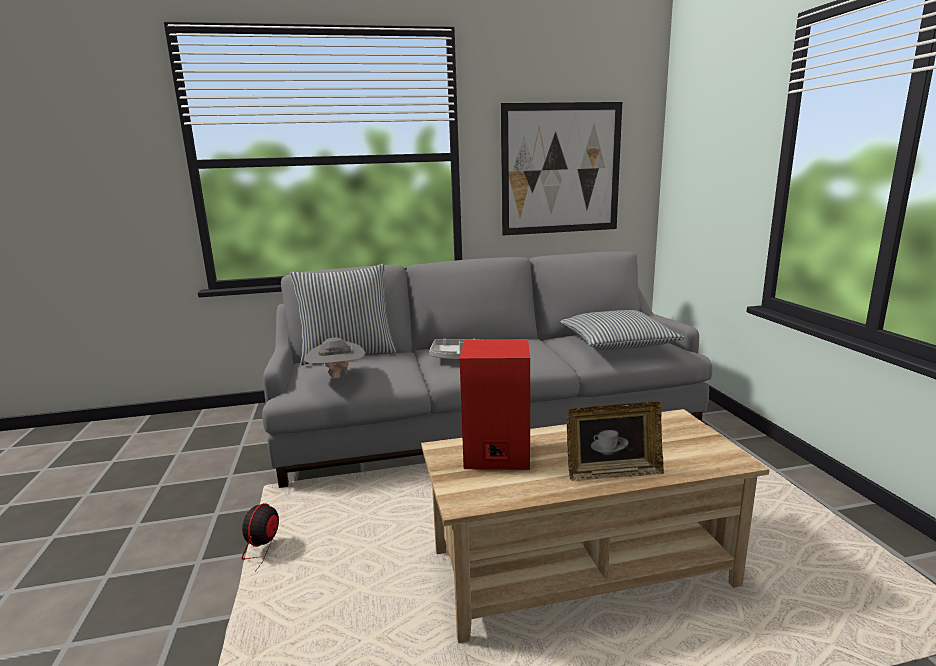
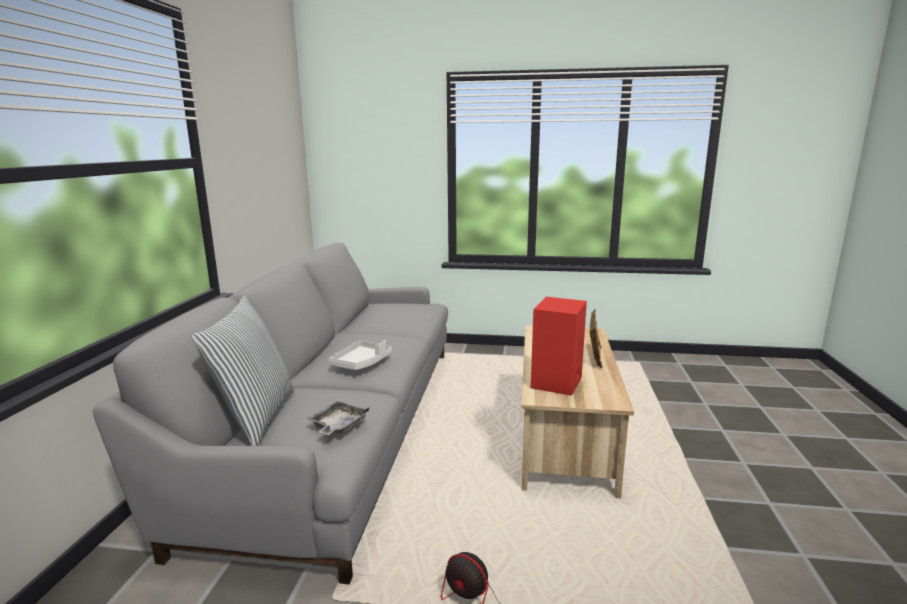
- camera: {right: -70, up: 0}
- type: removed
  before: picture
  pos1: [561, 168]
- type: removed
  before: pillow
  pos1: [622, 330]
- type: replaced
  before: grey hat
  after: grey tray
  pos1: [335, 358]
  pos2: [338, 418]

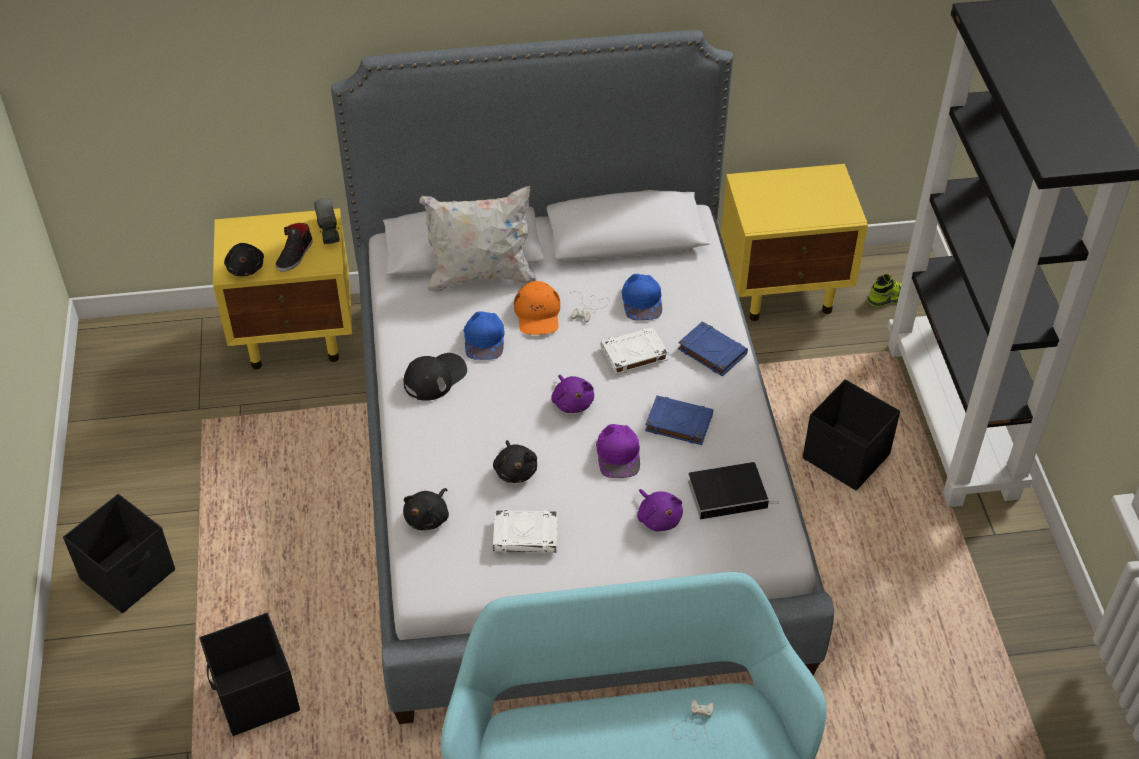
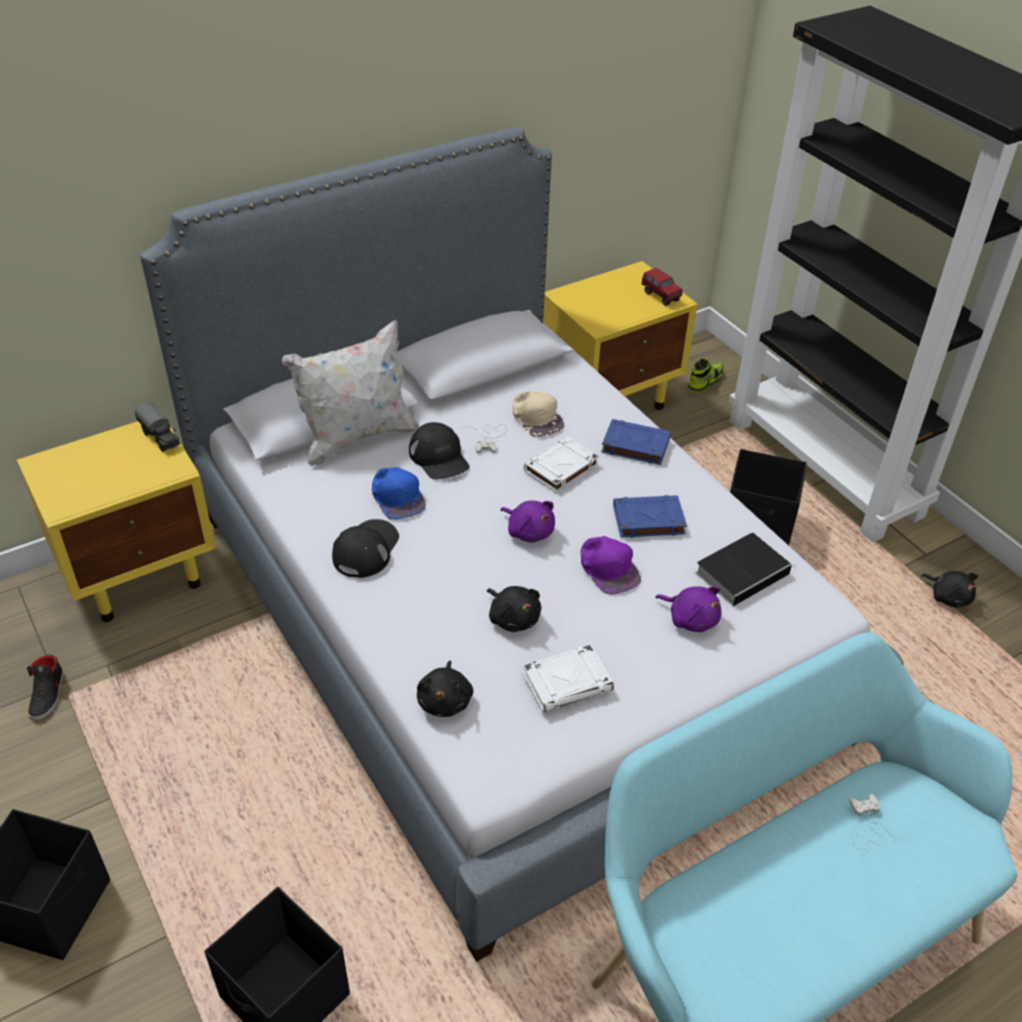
- camera: {right: -25, up: -5}
- type: added
  after: toy truck
  pos2: [662, 287]
- type: moved
  before: black plush toy
  pos1: [244, 259]
  pos2: [949, 589]
- type: moved
  before: black shoe
  pos1: [294, 247]
  pos2: [45, 687]
- type: recoloured
  before: orange cap
  after: black cap
  pos1: [537, 308]
  pos2: [439, 451]
- type: recoloured
  before: blue cap
  after: beige cap
  pos1: [641, 297]
  pos2: [538, 414]

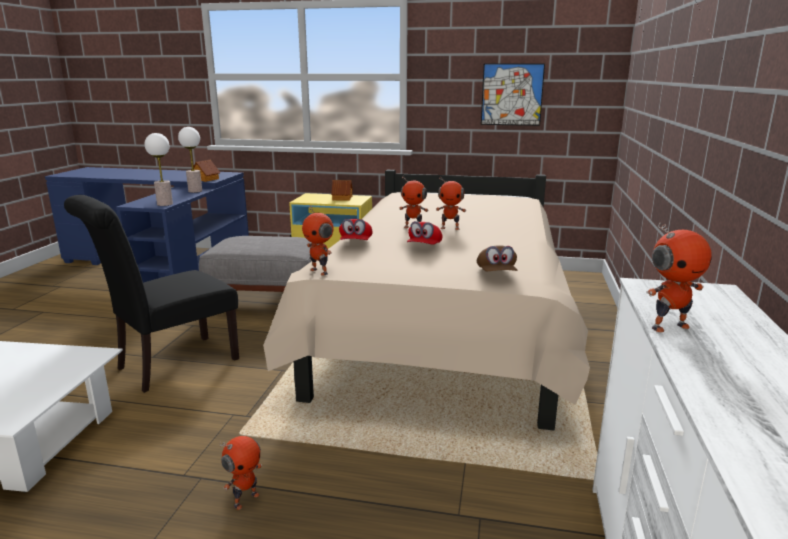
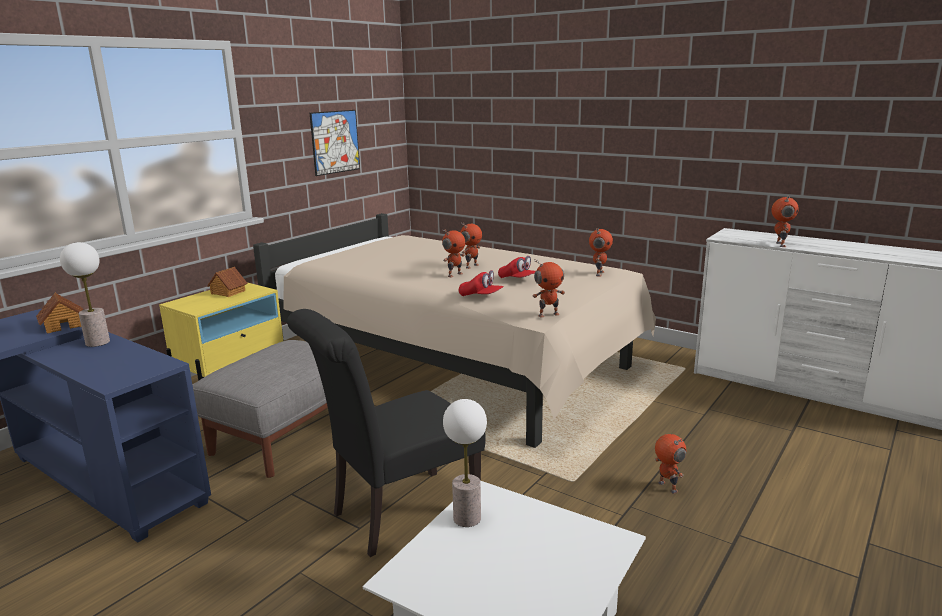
- camera: {right: -65, up: 0}
- type: moved
  before: table lamp
  pos1: [159, 169]
  pos2: [465, 463]
- type: replaced
  before: brown cap
  after: toy robot
  pos1: [497, 258]
  pos2: [601, 252]
- type: turned
  before: black chair
  pos1: [151, 294]
  pos2: [386, 433]
  turn: 75

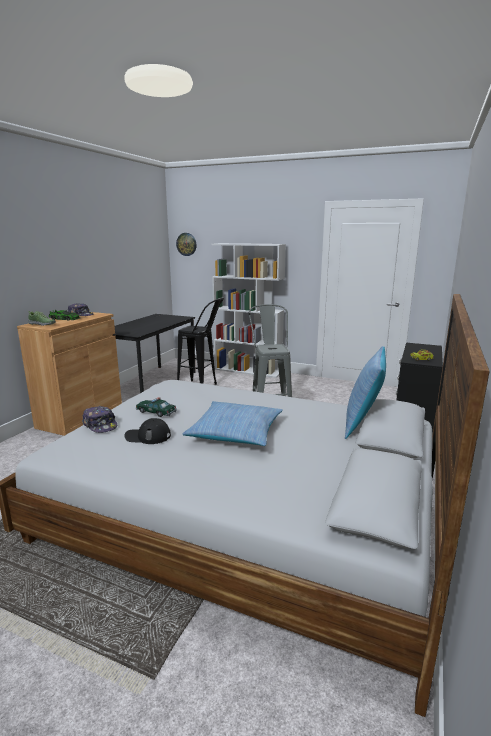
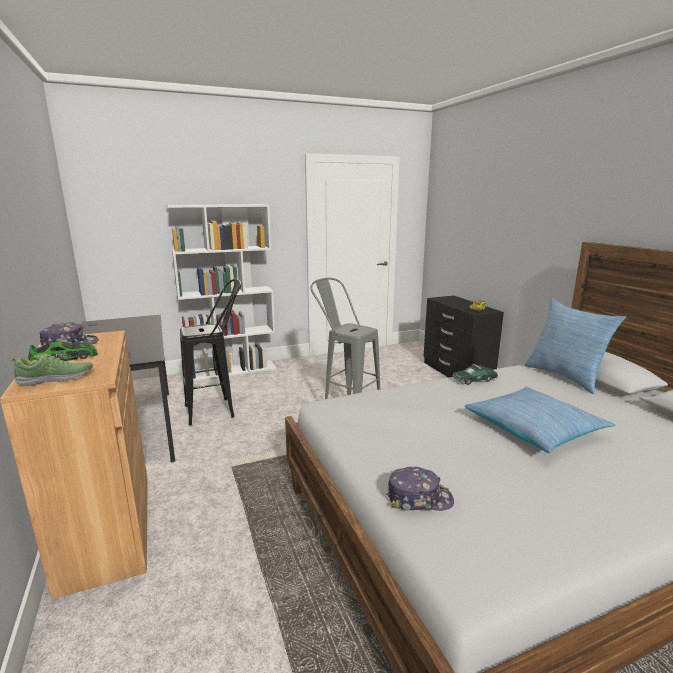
- camera: {right: -45, up: 0}
- type: removed
  before: black cap
  pos1: [147, 431]
- type: removed
  before: wall clock
  pos1: [186, 244]
- type: moved
  before: toy car
  pos1: [156, 407]
  pos2: [475, 374]

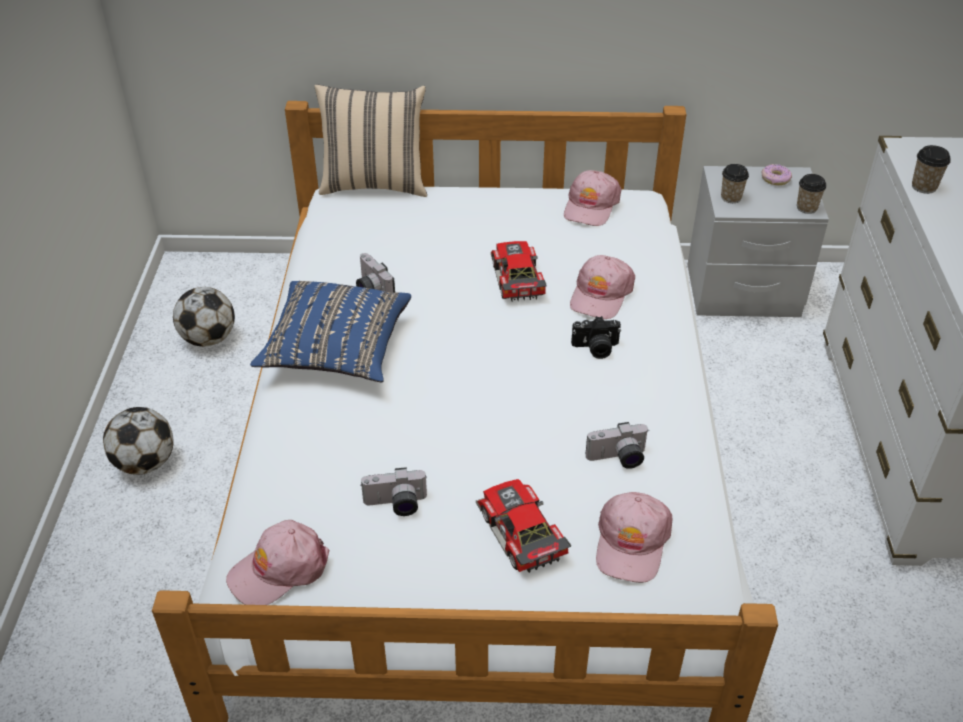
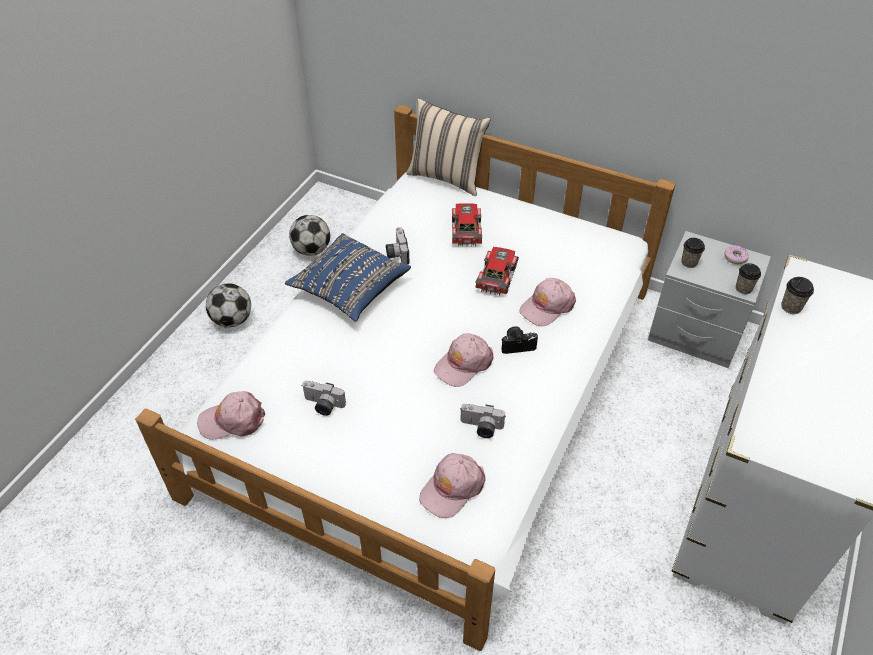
- camera: {right: 25, up: 5}
- type: moved
  before: toy car
  pos1: [523, 526]
  pos2: [467, 225]
- type: moved
  before: pink cap
  pos1: [592, 198]
  pos2: [463, 360]
- type: turned
  before: photo camera
  pos1: [596, 337]
  pos2: [519, 340]
  turn: 150

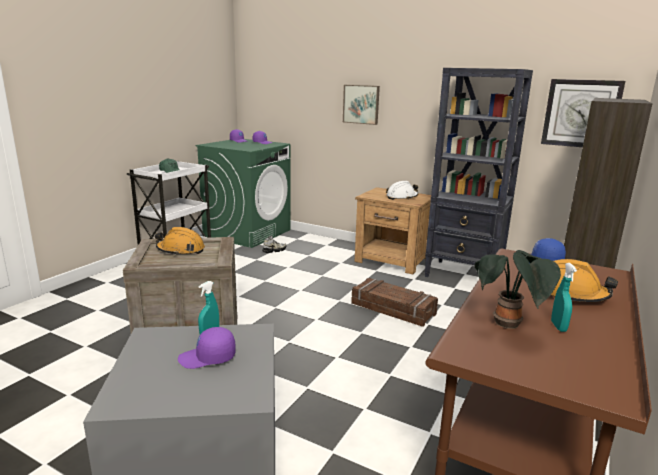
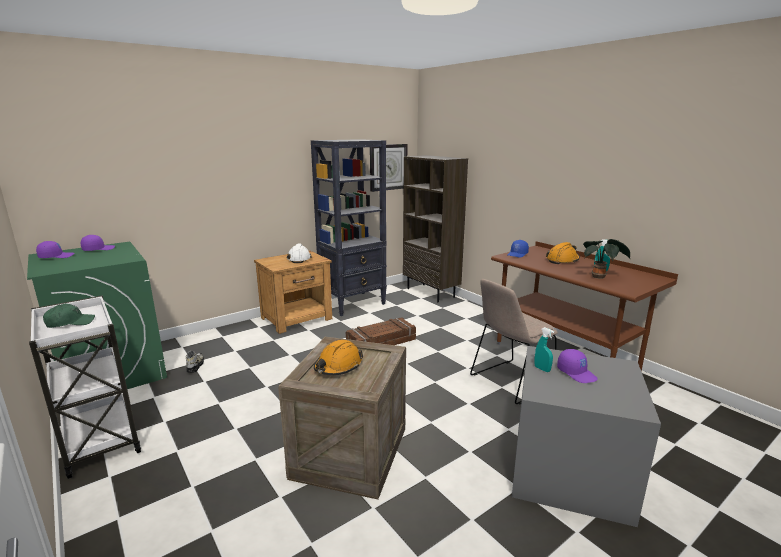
- camera: {right: -65, up: 0}
- type: removed
  before: picture
  pos1: [361, 105]
- type: added
  after: beige chair
  pos2: [514, 341]
- type: turned
  before: purple cap
  pos1: [207, 348]
  pos2: [577, 366]
  turn: -45

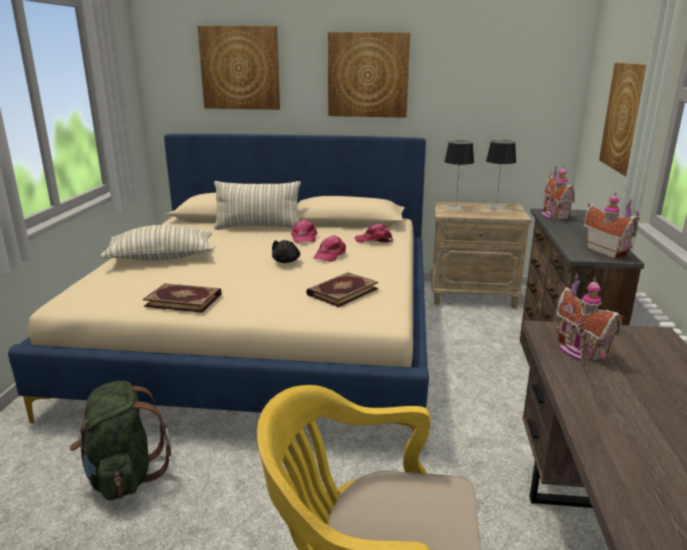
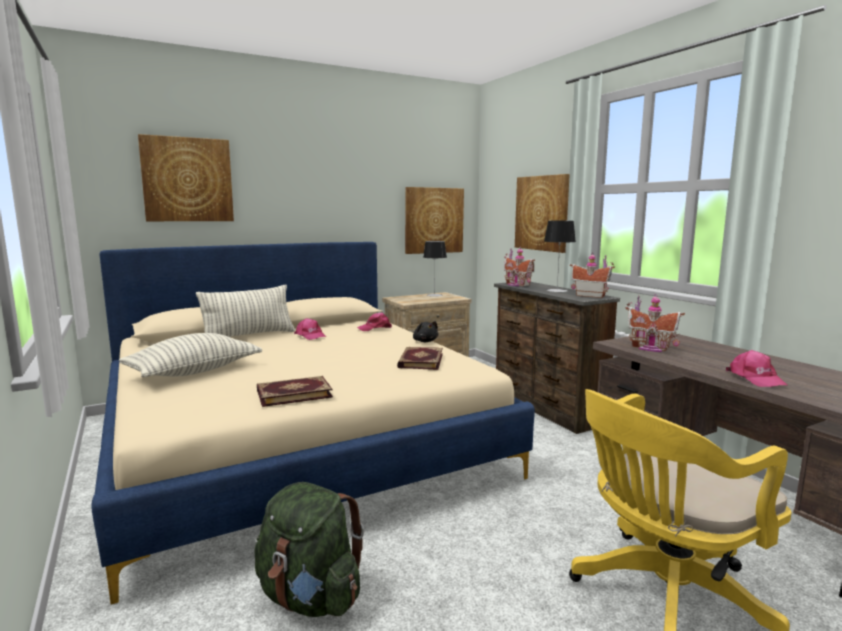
- camera: {right: -35, up: -10}
- type: moved
  before: black plush toy
  pos1: [286, 251]
  pos2: [425, 331]
- type: moved
  before: pink cap
  pos1: [329, 248]
  pos2: [756, 368]
- type: moved
  before: picture
  pos1: [369, 75]
  pos2: [434, 220]
- type: moved
  before: table lamp
  pos1: [459, 175]
  pos2: [560, 256]

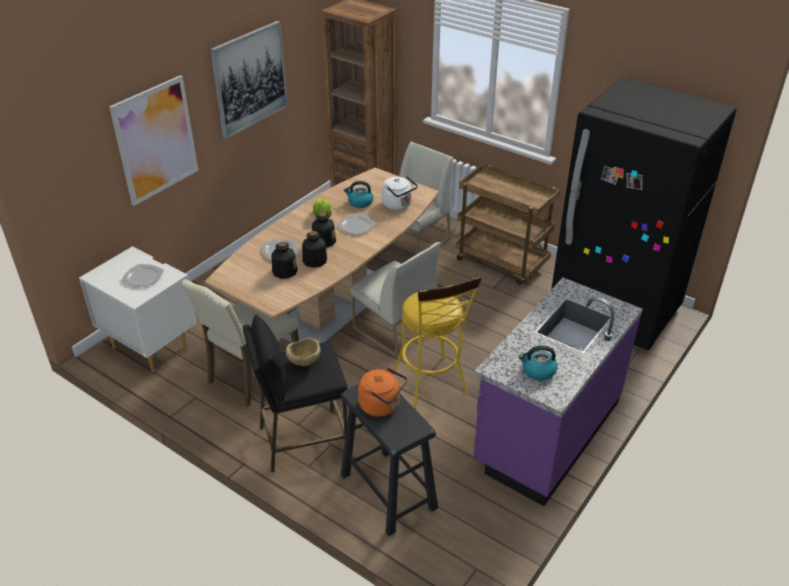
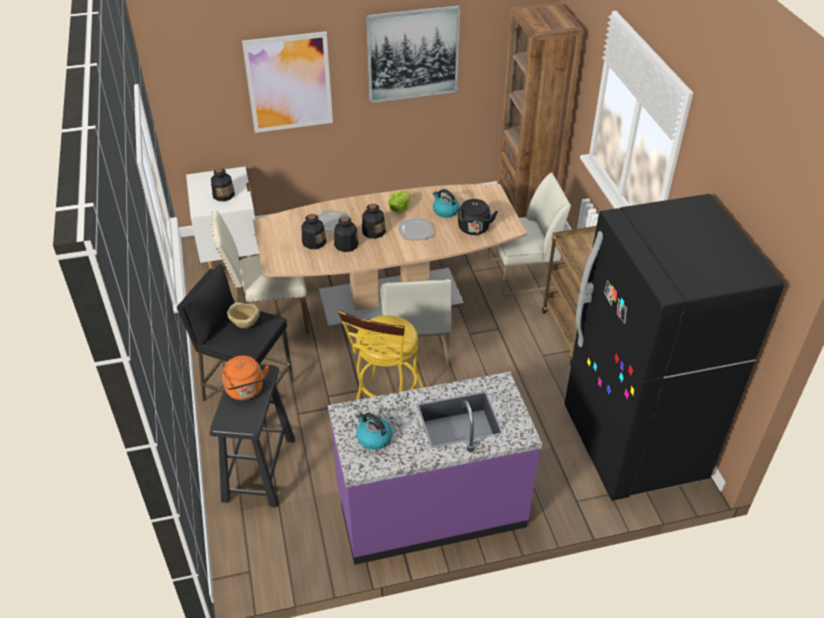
- camera: {right: 40, up: 5}
- type: replaced
  before: plate
  after: bottle
  pos1: [143, 275]
  pos2: [223, 184]
- type: recoloured
  before: white kettle
  after: black kettle
  pos1: [400, 193]
  pos2: [478, 217]

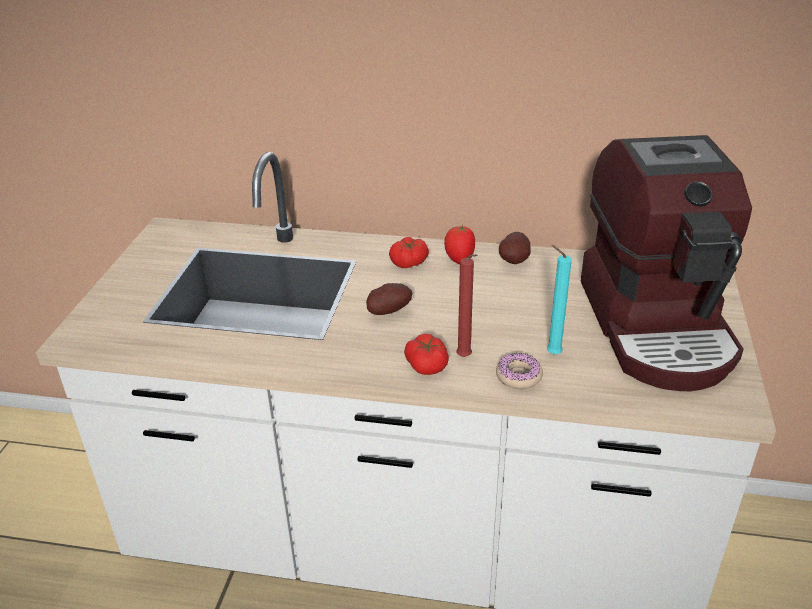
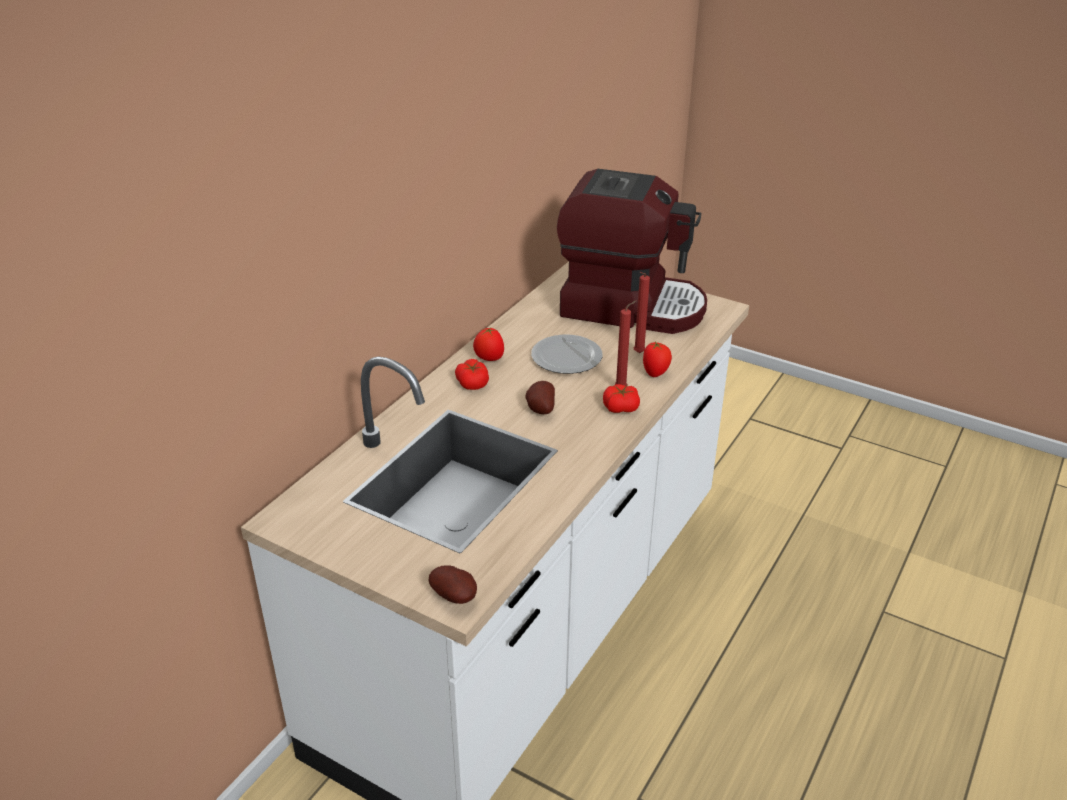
- camera: {right: -70, up: 0}
- type: added
  after: plate
  pos2: [567, 354]
- type: moved
  before: potato
  pos1: [515, 248]
  pos2: [452, 584]
- type: replaced
  before: donut
  after: tomato
  pos1: [519, 371]
  pos2: [657, 359]
- type: recoloured
  before: turquoise candle
  after: red candle
  pos1: [559, 299]
  pos2: [642, 312]

